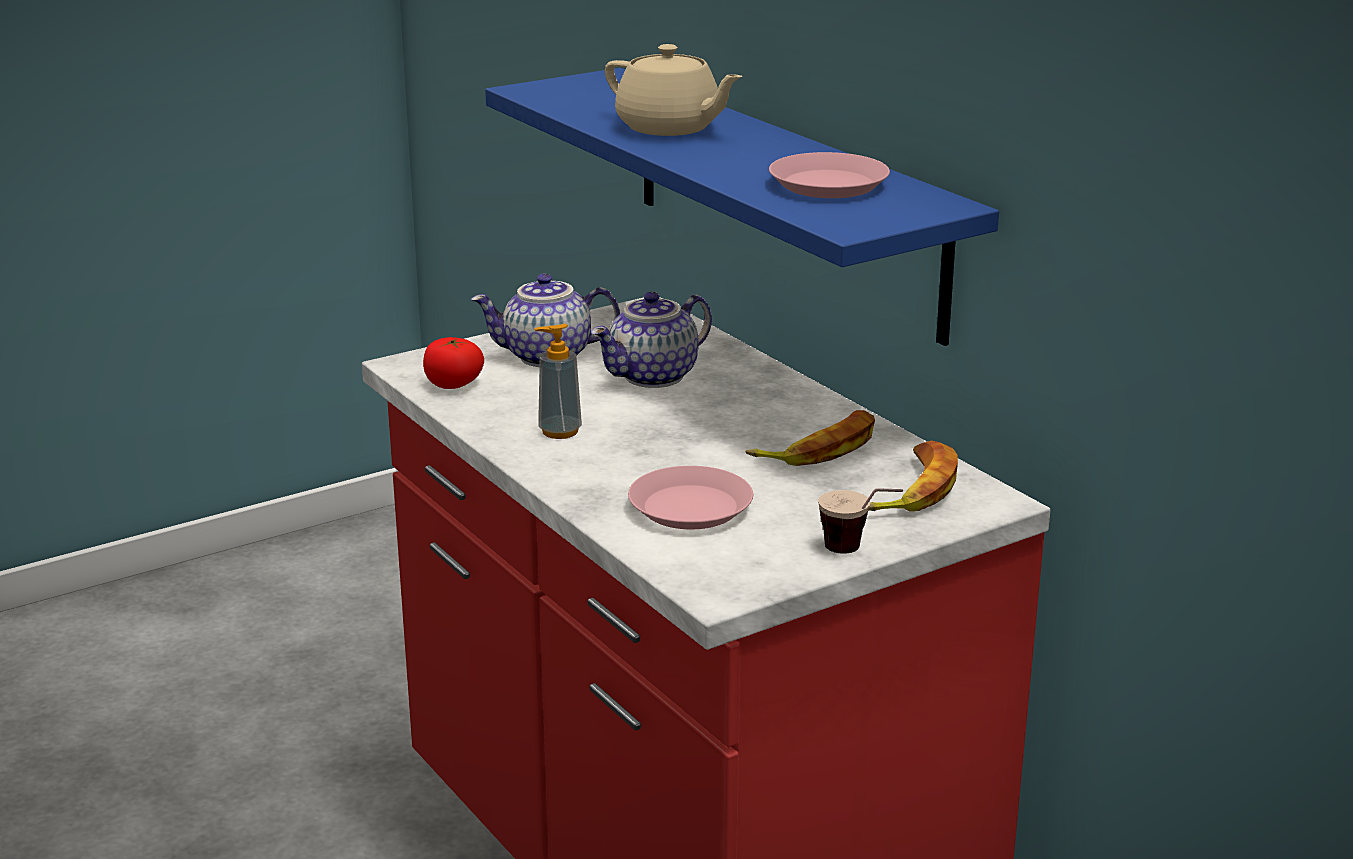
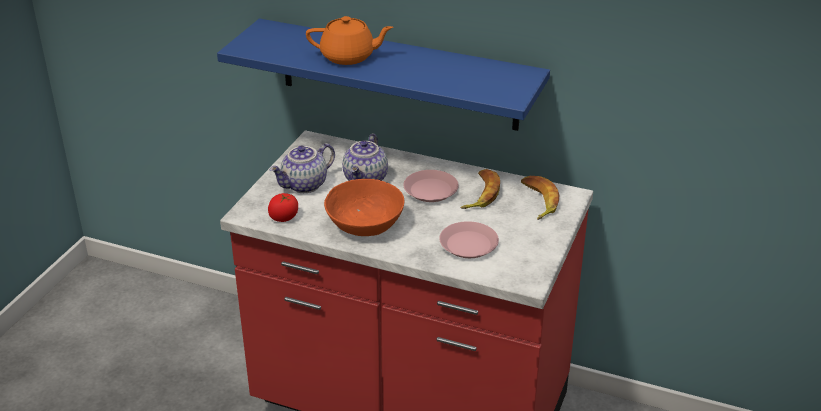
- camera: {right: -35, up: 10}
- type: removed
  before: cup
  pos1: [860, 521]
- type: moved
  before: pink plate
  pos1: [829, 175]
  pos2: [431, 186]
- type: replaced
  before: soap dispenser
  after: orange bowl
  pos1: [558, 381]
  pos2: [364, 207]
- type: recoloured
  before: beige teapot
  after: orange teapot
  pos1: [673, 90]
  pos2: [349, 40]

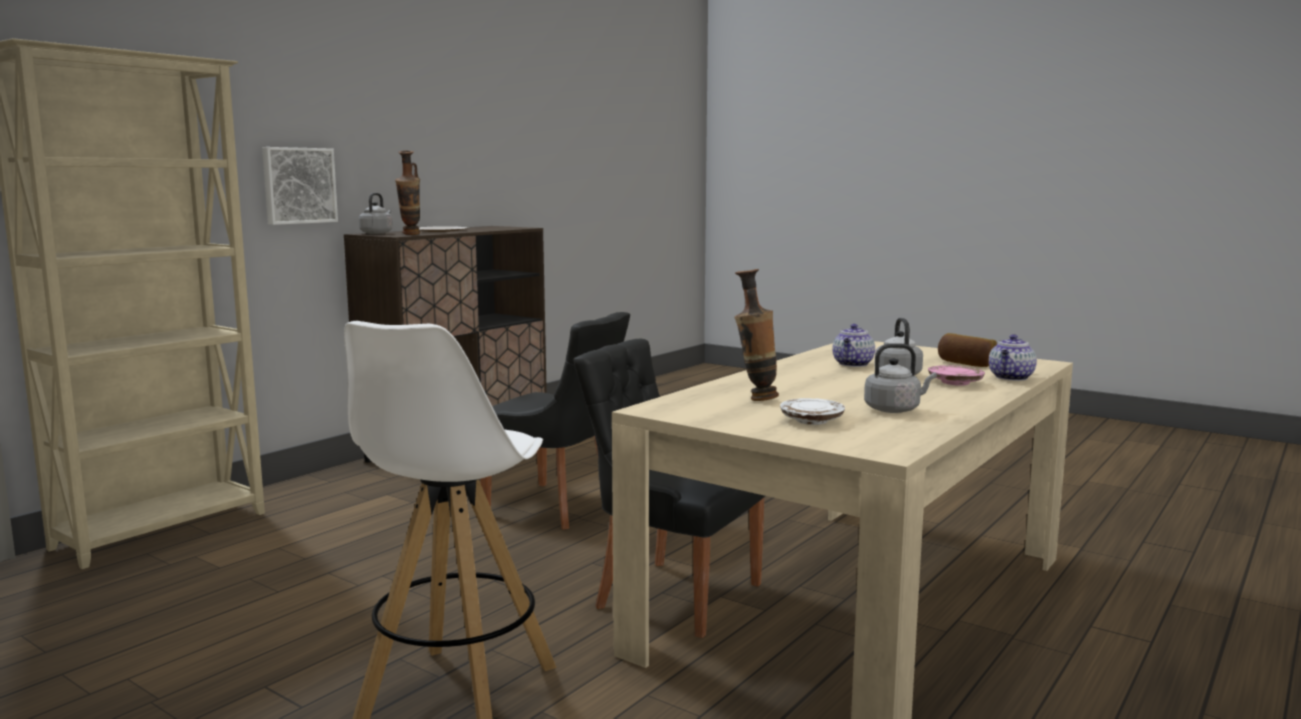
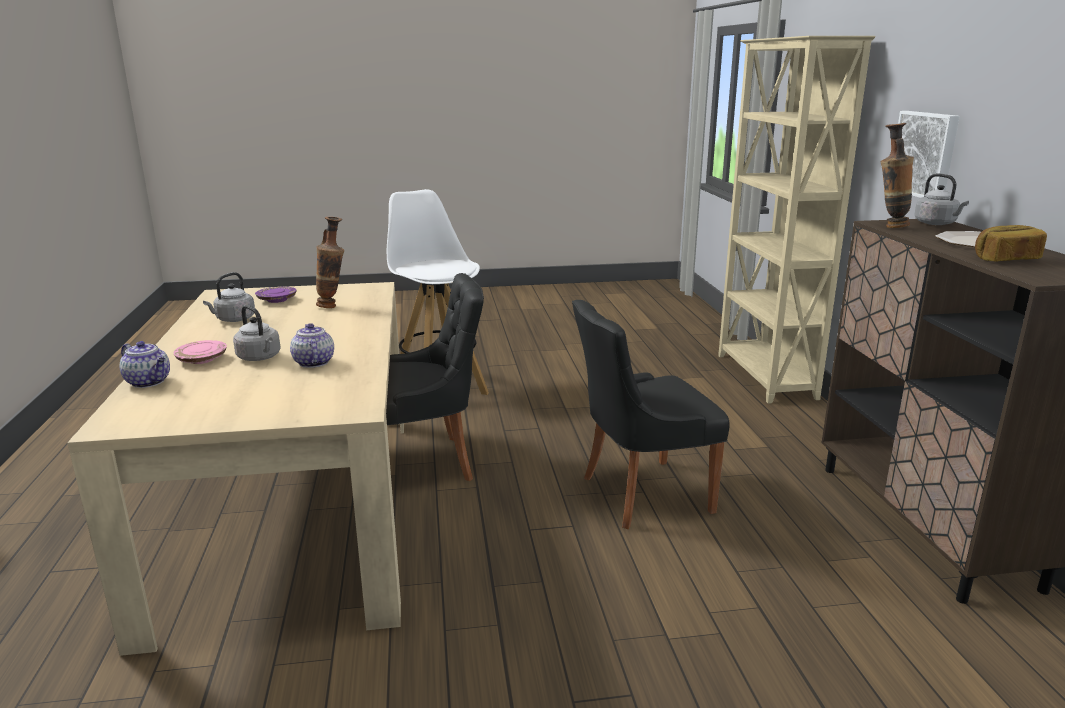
- camera: {right: 135, up: 10}
- type: moved
  before: bread
  pos1: [967, 350]
  pos2: [1011, 243]
- type: recoloured
  before: white plate
  after: purple plate
  pos1: [812, 411]
  pos2: [275, 294]
- type: turned
  before: teapot
  pos1: [1013, 357]
  pos2: [145, 364]
  turn: 135

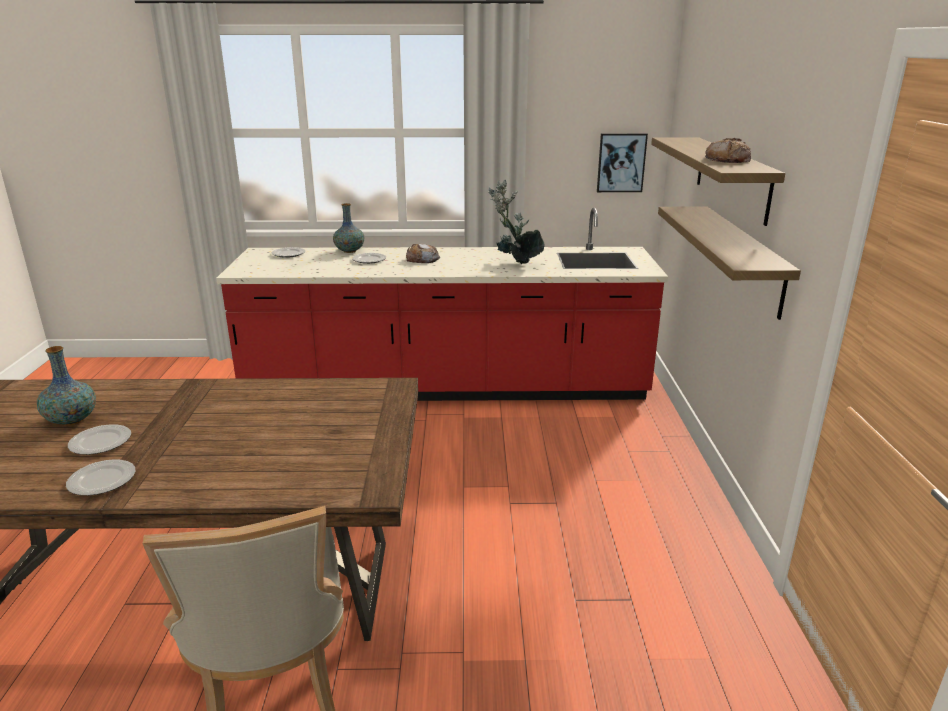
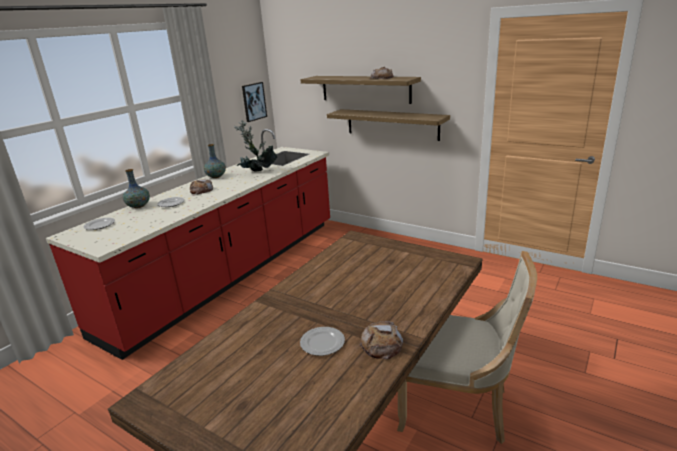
- camera: {right: -55, up: 0}
- type: moved
  before: vase
  pos1: [66, 386]
  pos2: [215, 161]
- type: replaced
  before: plate
  after: bread
  pos1: [100, 477]
  pos2: [381, 340]

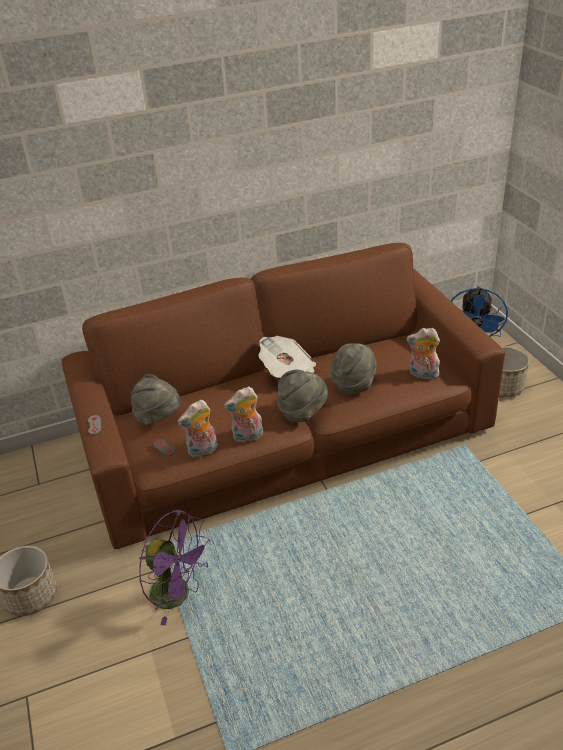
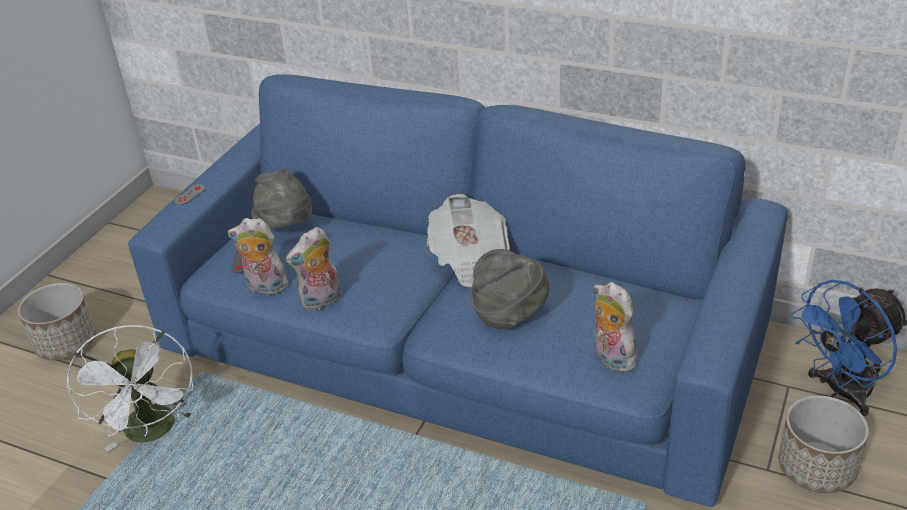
- camera: {right: 45, up: 0}
- type: removed
  before: grey hat
  pos1: [302, 396]
- type: recoloured
  before: brown sofa
  after: blue sofa
  pos1: [283, 396]
  pos2: [458, 290]
- type: recoloured
  before: purple fan
  after: white fan
  pos1: [175, 567]
  pos2: [130, 388]
- type: turned
  before: plush toy
  pos1: [243, 415]
  pos2: [313, 268]
  turn: -60

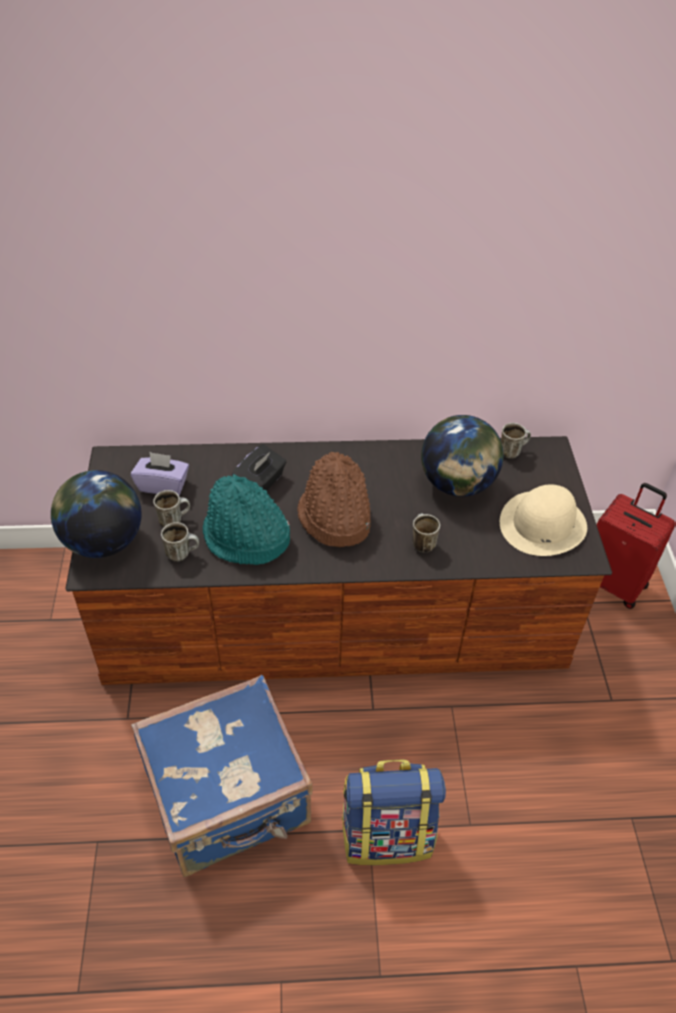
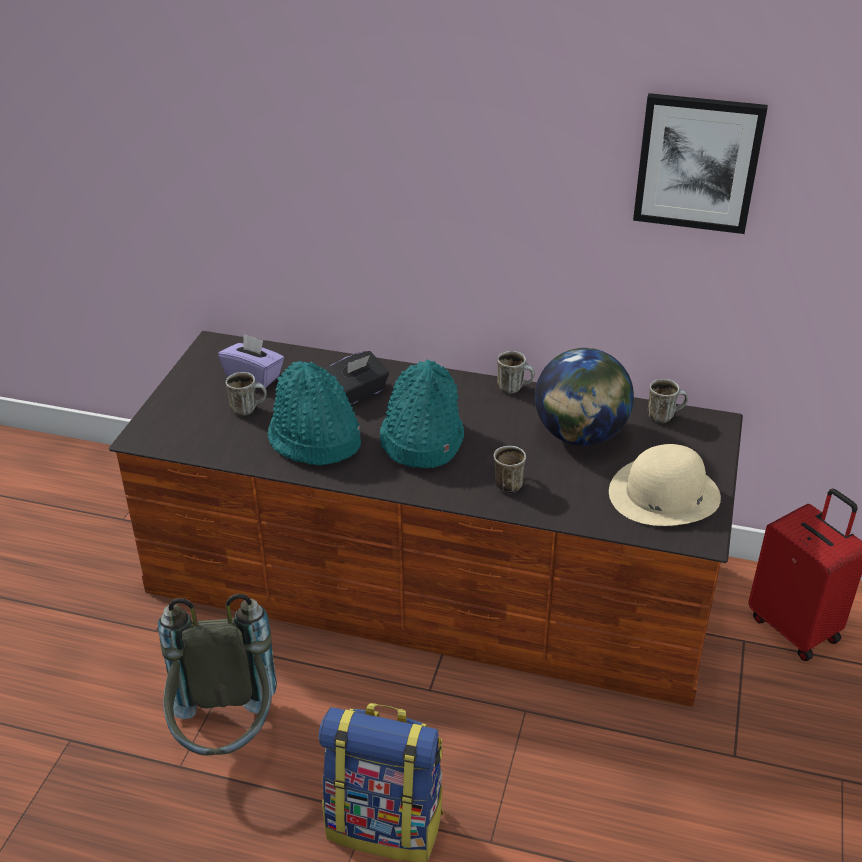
- camera: {right: 20, up: -10}
- type: removed
  before: globe
  pos1: [96, 514]
- type: added
  after: picture
  pos2: [700, 163]
- type: moved
  before: mug
  pos1: [180, 542]
  pos2: [516, 372]
- type: replaced
  before: blue suitcase
  after: grey backpack
  pos1: [222, 776]
  pos2: [217, 674]
- type: recoloured
  before: brown hat
  after: turquoise hat
  pos1: [334, 499]
  pos2: [422, 414]

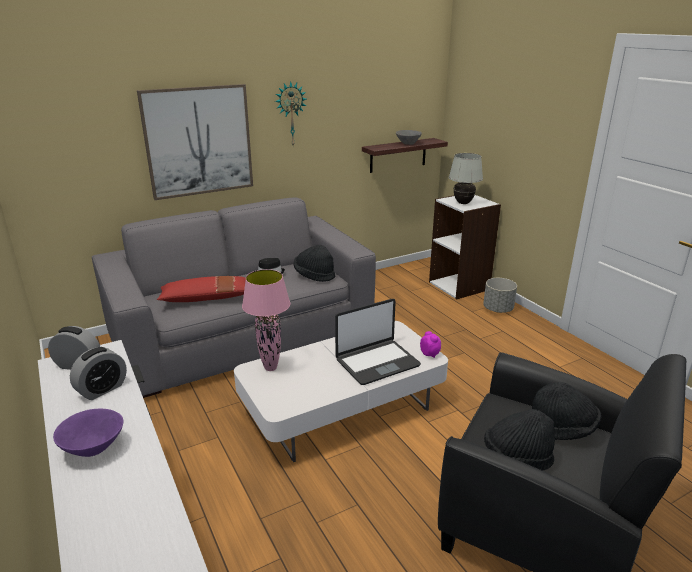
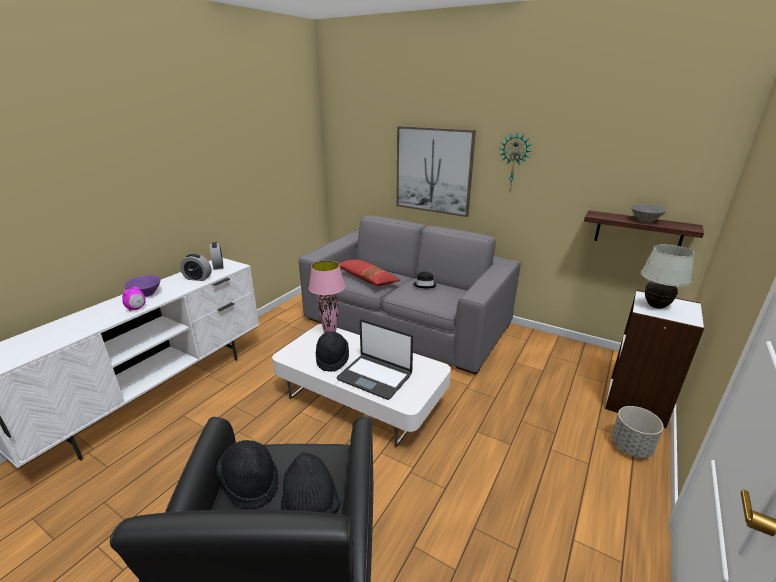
- camera: {right: 60, up: 0}
- type: moved
  before: black hat
  pos1: [314, 263]
  pos2: [332, 351]
- type: moved
  before: alarm clock
  pos1: [430, 344]
  pos2: [134, 299]

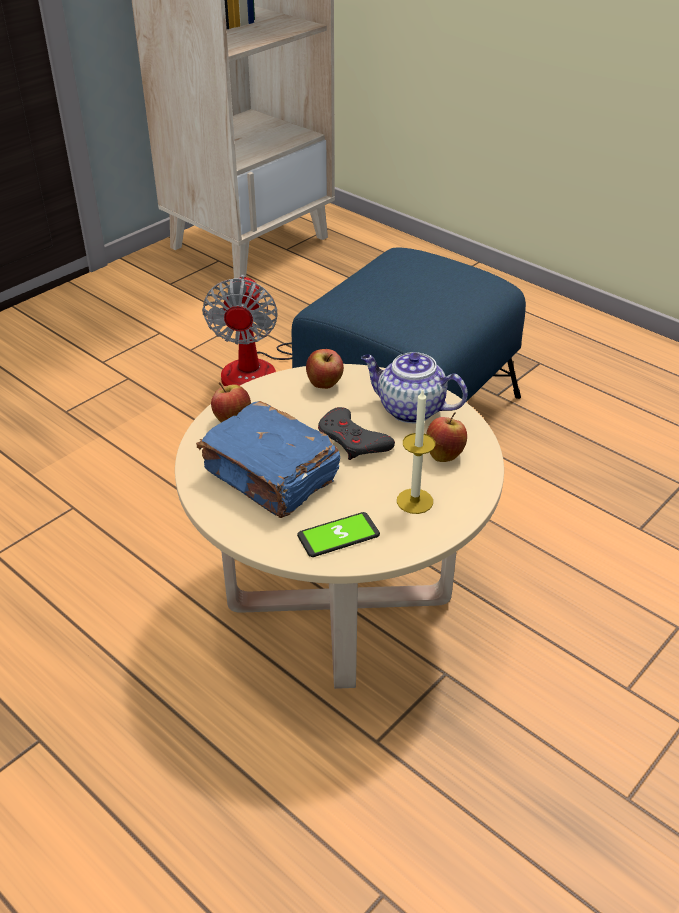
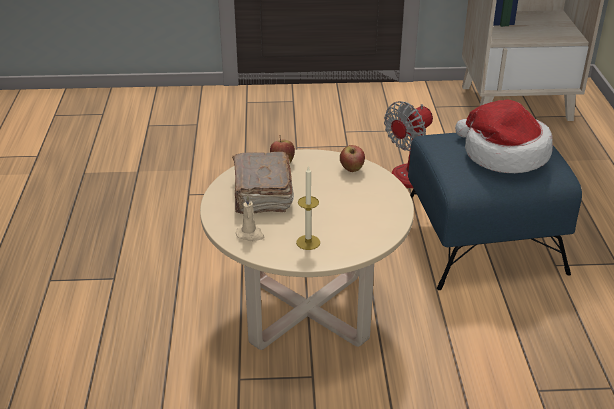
- camera: {right: 45, up: -5}
- type: removed
  before: grey game controller
  pos1: [356, 433]
- type: removed
  before: teapot
  pos1: [414, 387]
- type: removed
  before: apple
  pos1: [446, 437]
- type: added
  after: hat
  pos2: [504, 136]
- type: replaced
  before: phone
  after: beige candle
  pos1: [338, 534]
  pos2: [250, 218]
- type: recoloured
  before: blue book
  after: brown book
  pos1: [268, 459]
  pos2: [263, 183]

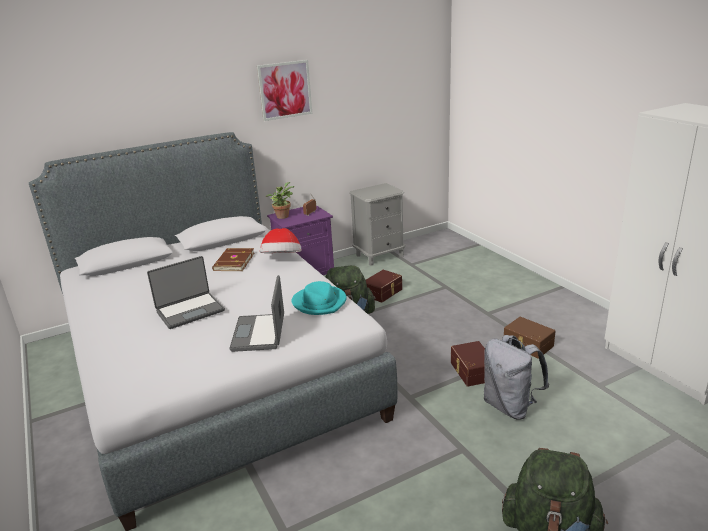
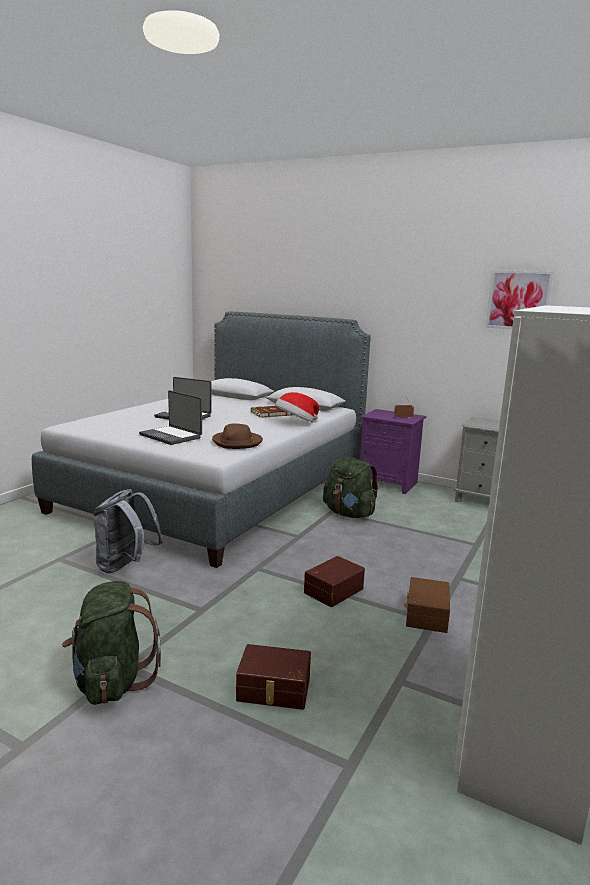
- camera: {right: 55, up: -10}
- type: removed
  before: potted plant
  pos1: [279, 200]
- type: moved
  before: picture
  pos1: [284, 90]
  pos2: [519, 299]
- type: moved
  before: brown storage box
  pos1: [384, 286]
  pos2: [273, 677]
- type: moved
  before: grey backpack
  pos1: [516, 377]
  pos2: [128, 531]
- type: recoloured
  before: turquoise hat
  after: brown hat
  pos1: [319, 298]
  pos2: [237, 436]
- type: turned
  before: laptop
  pos1: [256, 313]
  pos2: [170, 418]
  turn: -105

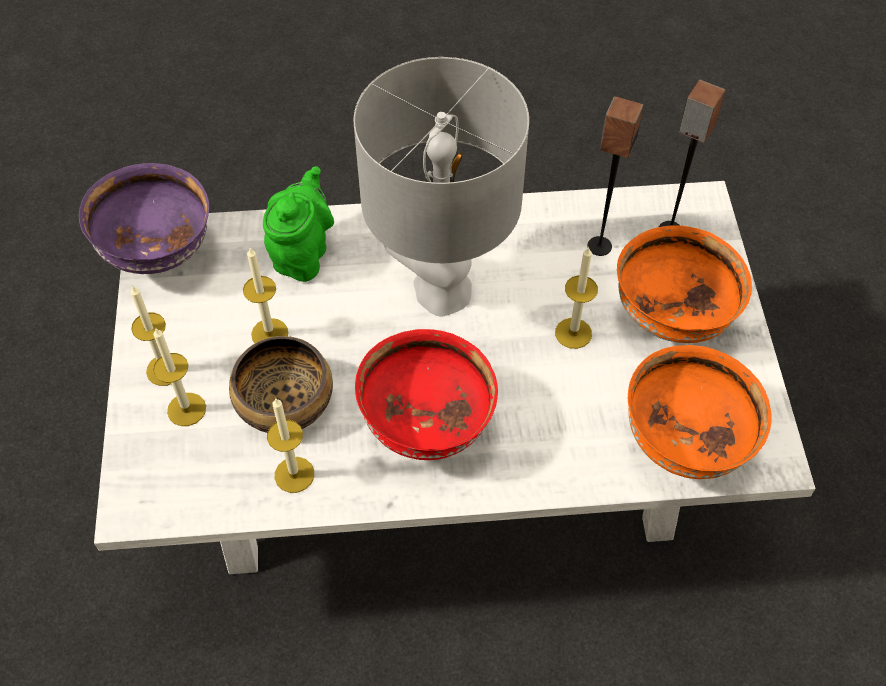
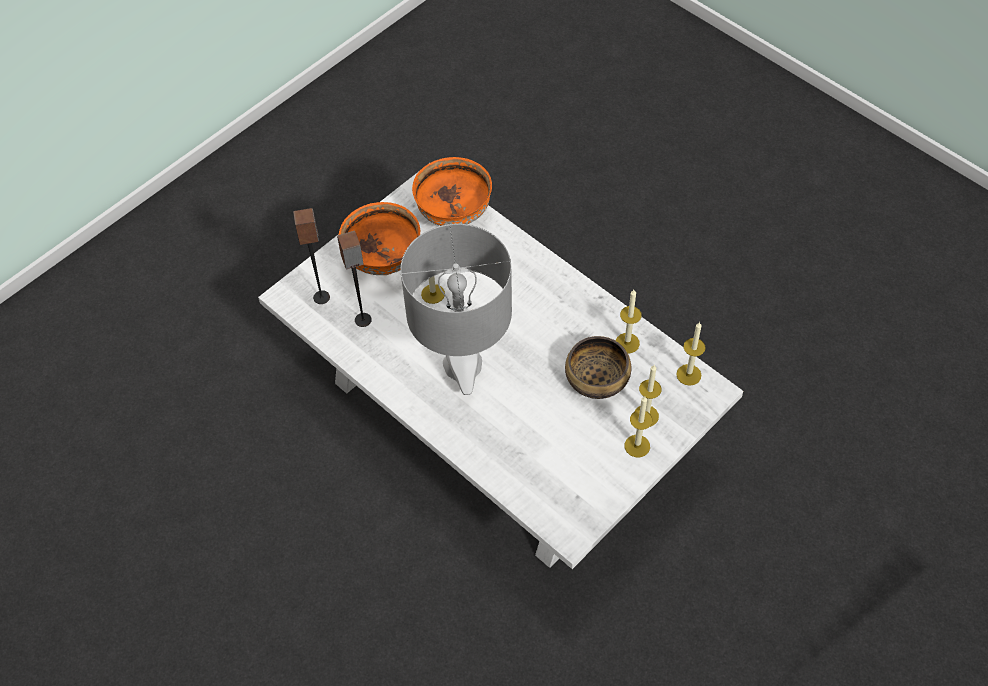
- camera: {right: -130, up: 0}
- type: removed
  before: purple bowl
  pos1: [144, 218]
- type: removed
  before: green teapot
  pos1: [298, 224]
- type: removed
  before: red bowl
  pos1: [426, 394]
- type: moved
  before: candle
  pos1: [265, 295]
  pos2: [691, 354]

